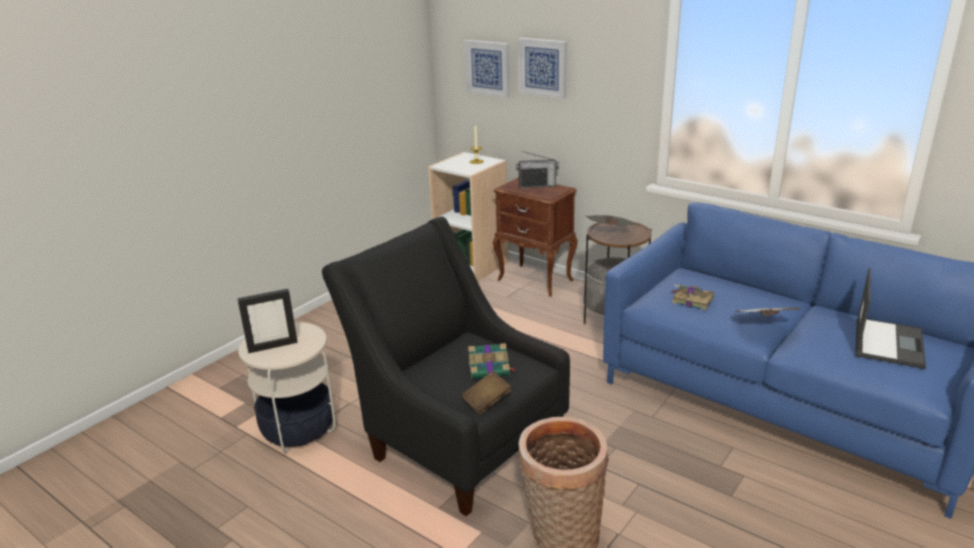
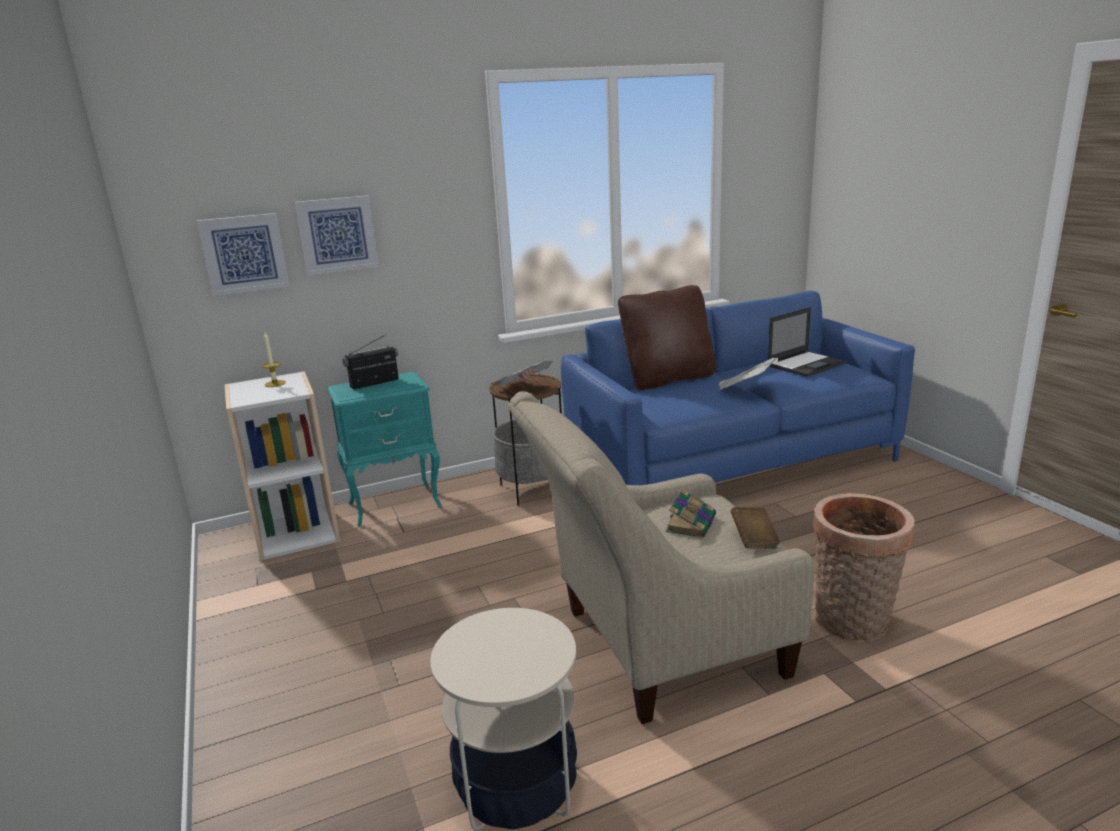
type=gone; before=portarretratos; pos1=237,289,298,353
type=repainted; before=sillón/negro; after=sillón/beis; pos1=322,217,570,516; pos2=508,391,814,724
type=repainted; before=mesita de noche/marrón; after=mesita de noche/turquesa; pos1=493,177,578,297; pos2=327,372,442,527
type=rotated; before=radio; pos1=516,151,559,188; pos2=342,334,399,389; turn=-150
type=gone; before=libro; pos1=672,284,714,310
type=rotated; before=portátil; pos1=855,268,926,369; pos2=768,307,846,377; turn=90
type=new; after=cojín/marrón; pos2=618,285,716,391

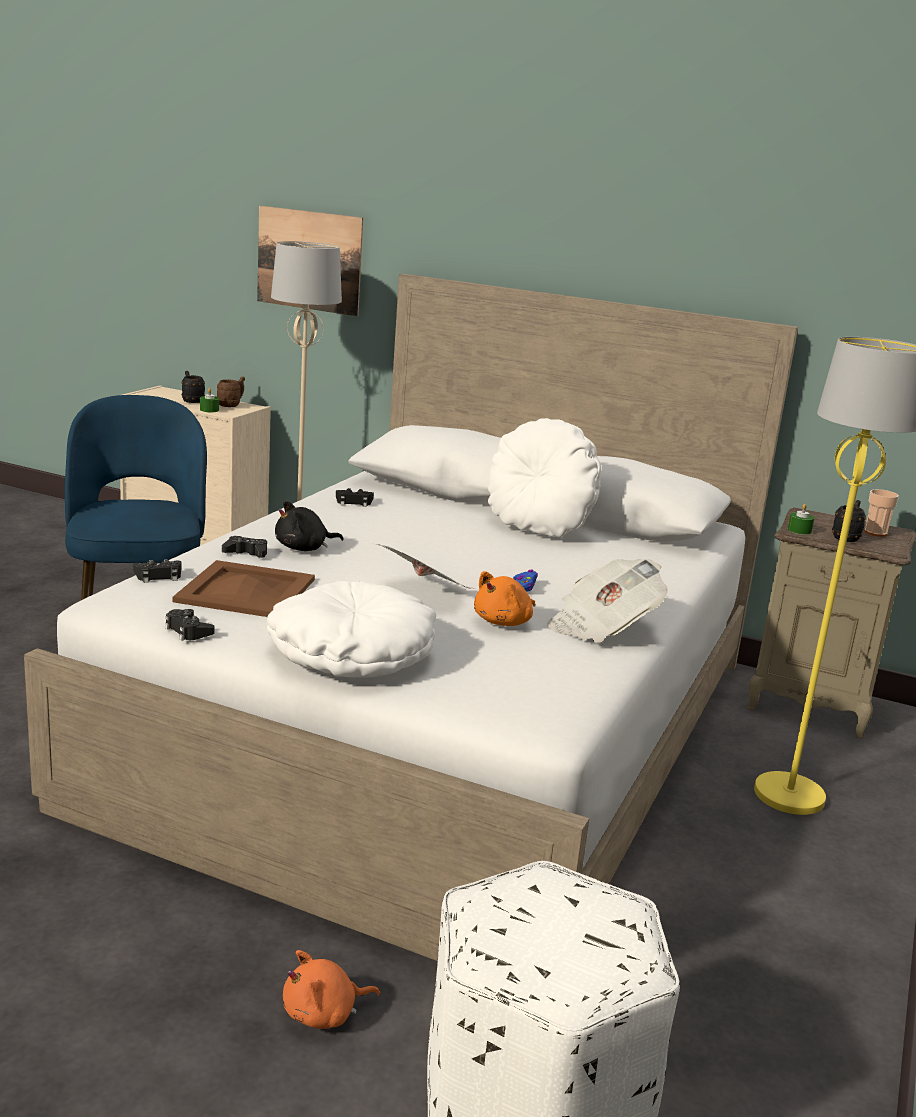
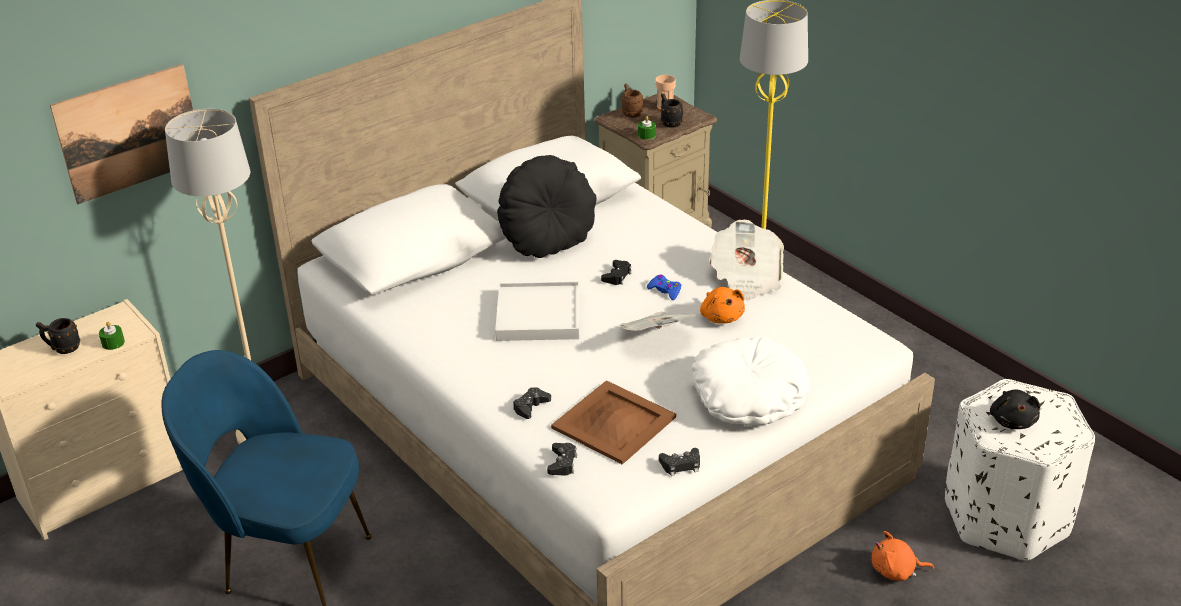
type=shifted; before=taza grande/marrón; pos1=217,377,245,407; pos2=622,84,643,118
type=shifted; before=peluche/negro; pos1=275,501,344,551; pos2=990,389,1040,429
type=rotated; before=peluche/naranja; pos1=283,950,380,1029; pos2=871,531,934,581; turn=90
type=shifted; before=mando de consola/negro; pos1=336,488,374,507; pos2=601,260,632,285
type=repainted; before=cojín/blanco; after=cojín/negro; pos1=488,418,601,538; pos2=497,155,596,258
type=new; after=bandeja/blanco; pos2=495,282,579,341

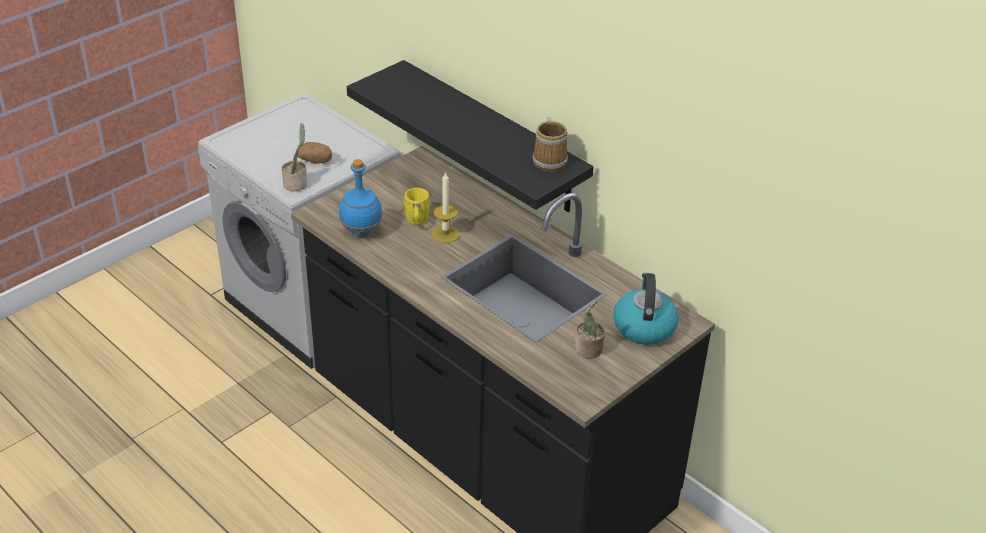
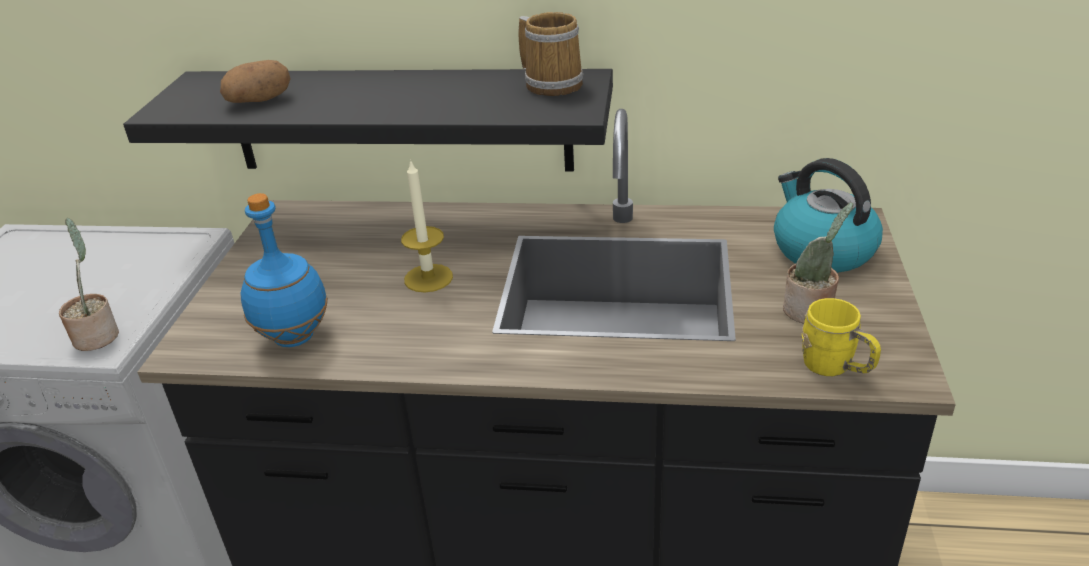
type=shifted; before=patata; pos1=297,142,332,164; pos2=220,60,291,103
type=shifted; before=taza grande/amarillo; pos1=404,188,430,226; pos2=802,298,881,376

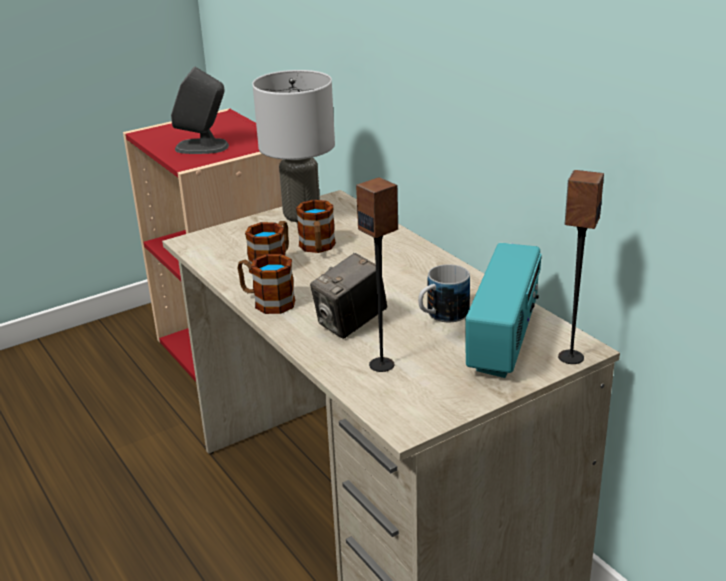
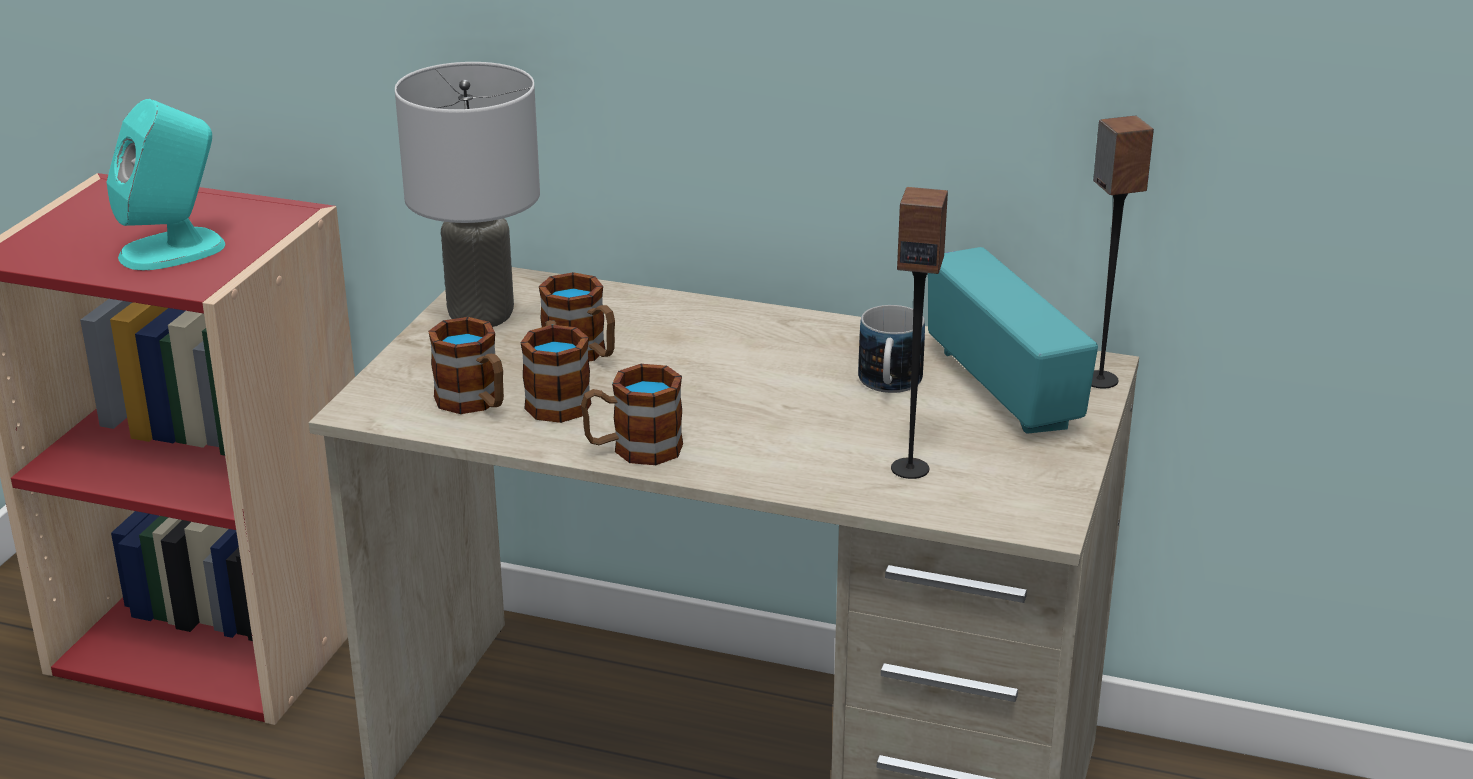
type=repainted; before=altavoz/gris; after=altavoz/turquesa; pos1=171,67,229,154; pos2=107,99,225,270
type=gone; before=cámara; pos1=310,253,387,339
type=new; after=taza grande; pos2=428,317,504,414

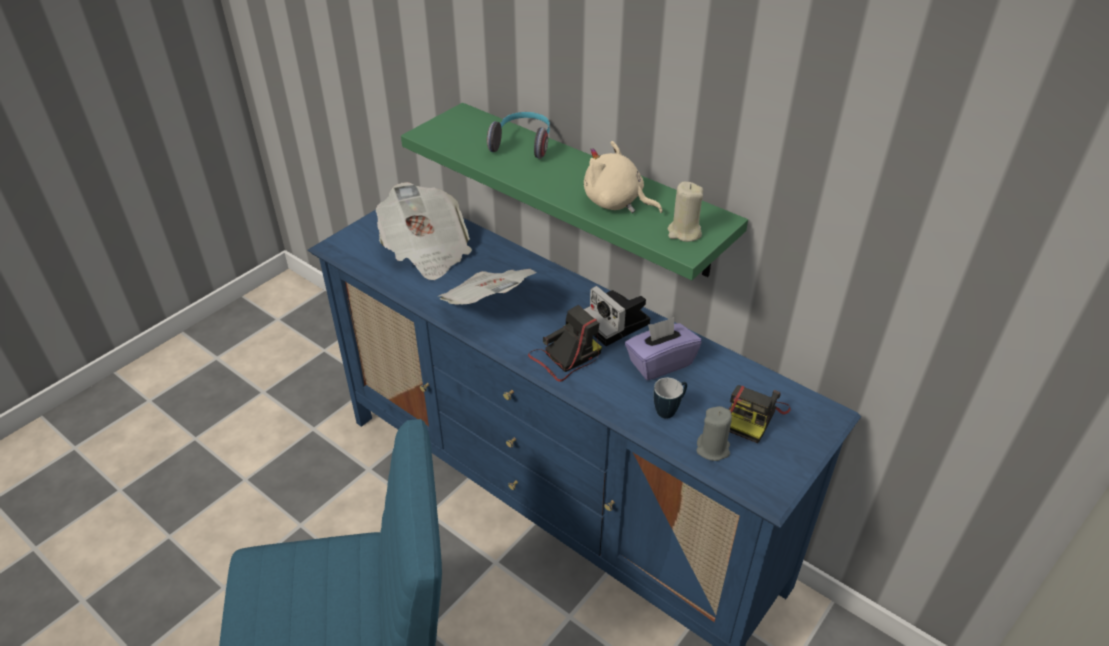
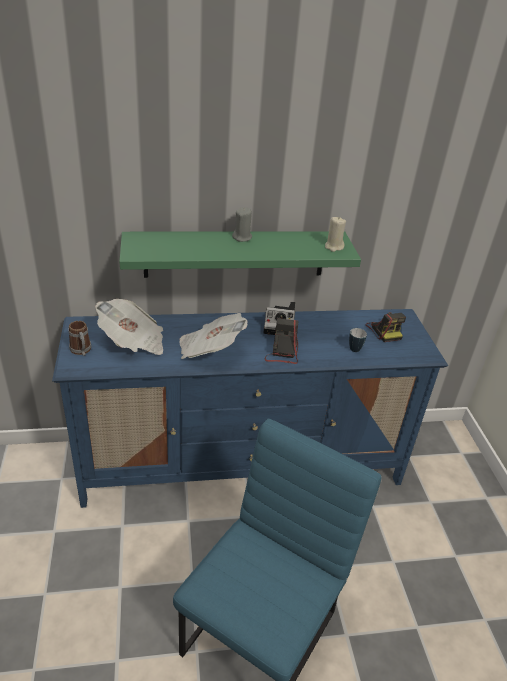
type=gone; before=auriculares; pos1=487,112,550,159
type=gone; before=peluche/beis; pos1=584,141,663,213
type=gone; before=caja de pañuelos/morado; pos1=625,317,702,380
type=shifted; before=vela/gris; pos1=696,406,732,461; pos2=232,207,252,242
type=new; after=taza grande; pos2=68,321,91,356

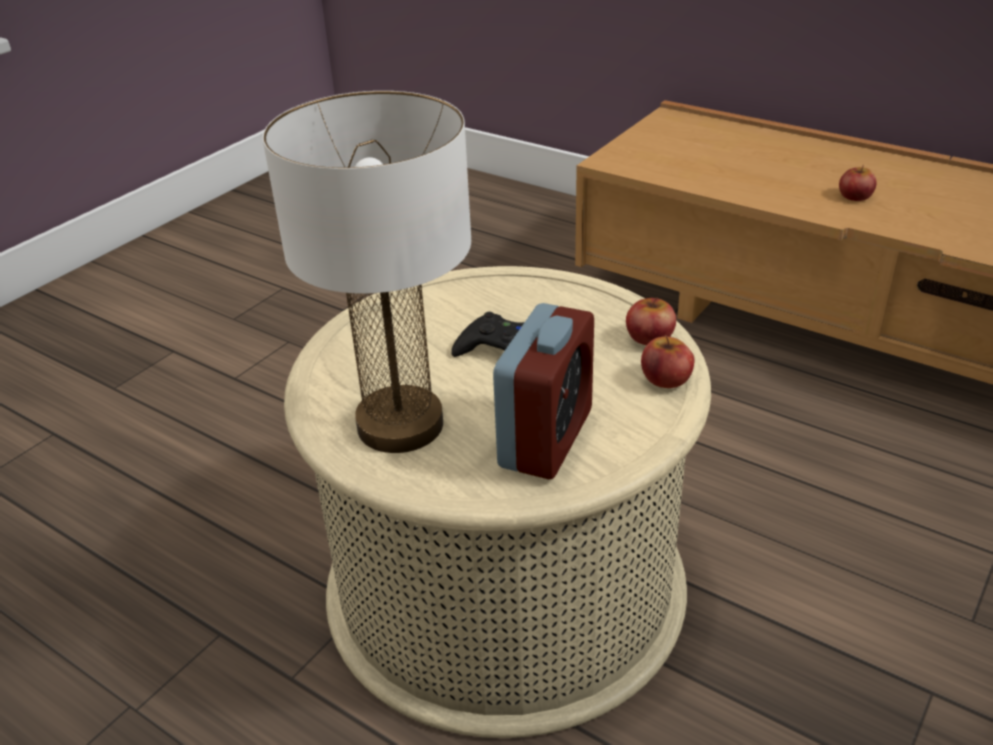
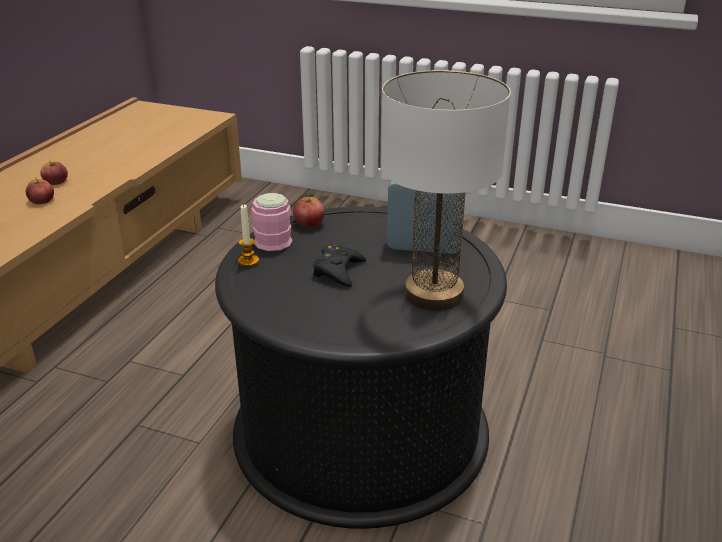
type=repainted; before=mesa de centro/beis; after=mesa de centro/negro; pos1=284,266,711,738; pos2=215,206,507,529
type=shifted; before=manzana; pos1=641,335,694,388; pos2=41,161,68,185
type=new; after=vela; pos2=238,204,259,266
type=new; after=taza grande/rosa; pos2=251,193,293,251

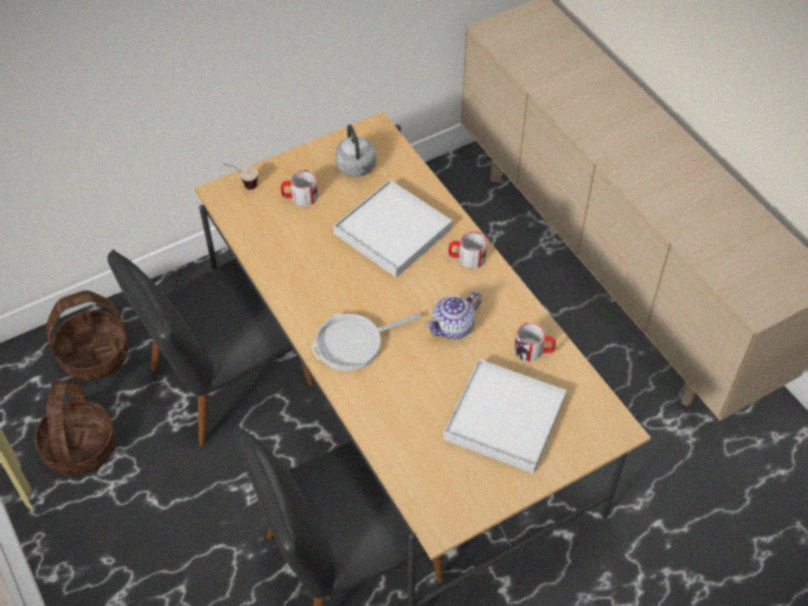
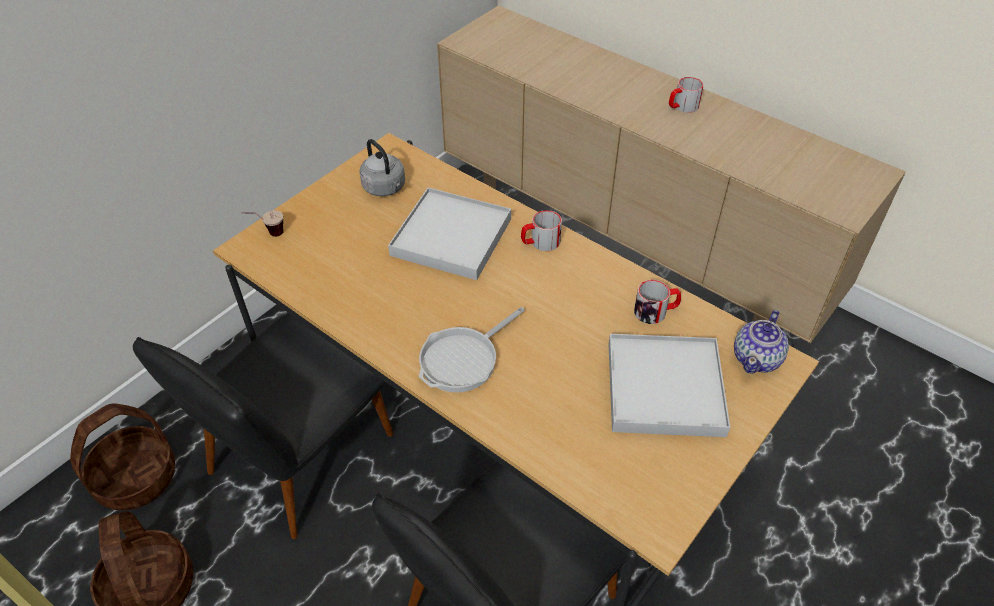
type=shifted; before=taza grande; pos1=281,170,318,206; pos2=669,77,704,113
type=shifted; before=tetera; pos1=426,291,482,339; pos2=734,310,789,374

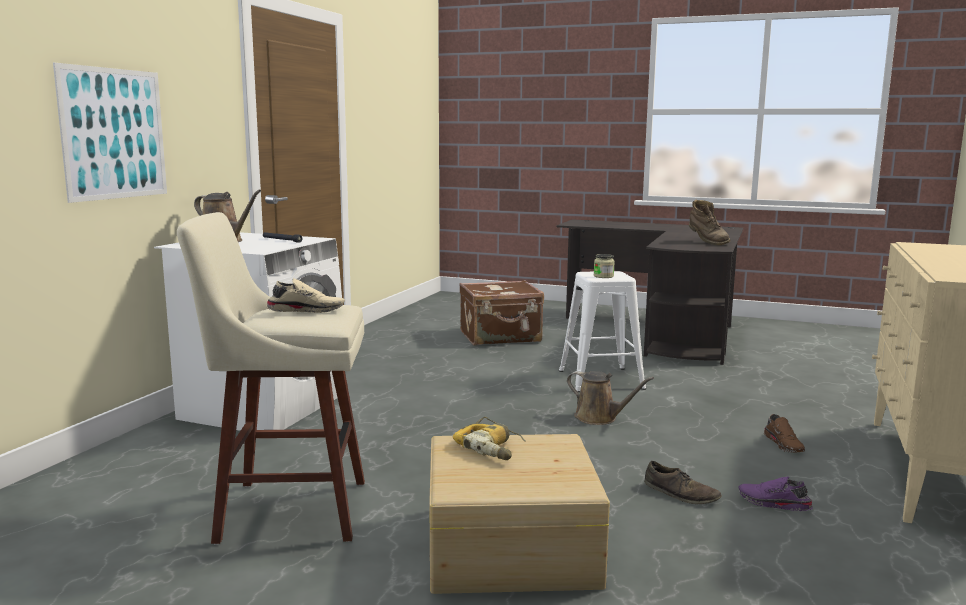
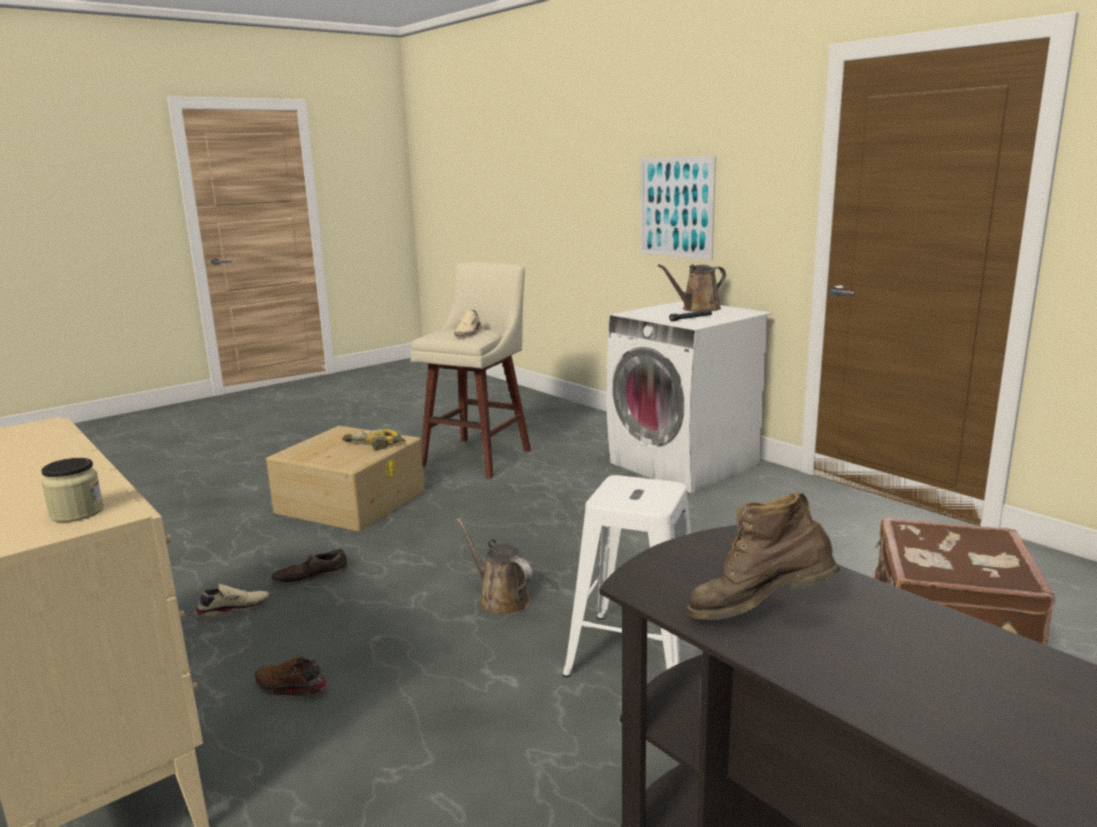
type=rotated; before=regadera/marrón; pos1=567,371,654,425; pos2=457,518,533,616; turn=75
type=shifted; before=tarro; pos1=594,254,615,278; pos2=41,458,104,522
type=repainted; before=zapato/morado; after=zapato/beis; pos1=738,476,813,511; pos2=195,584,269,619

